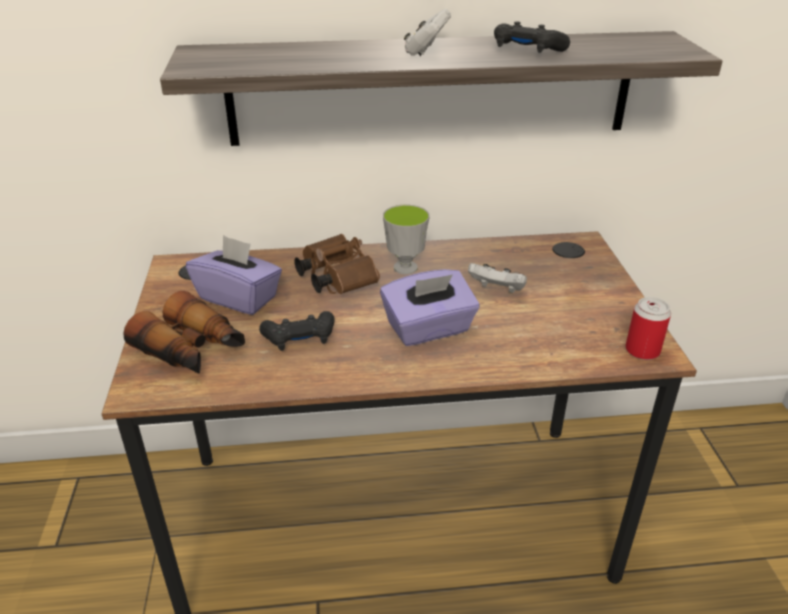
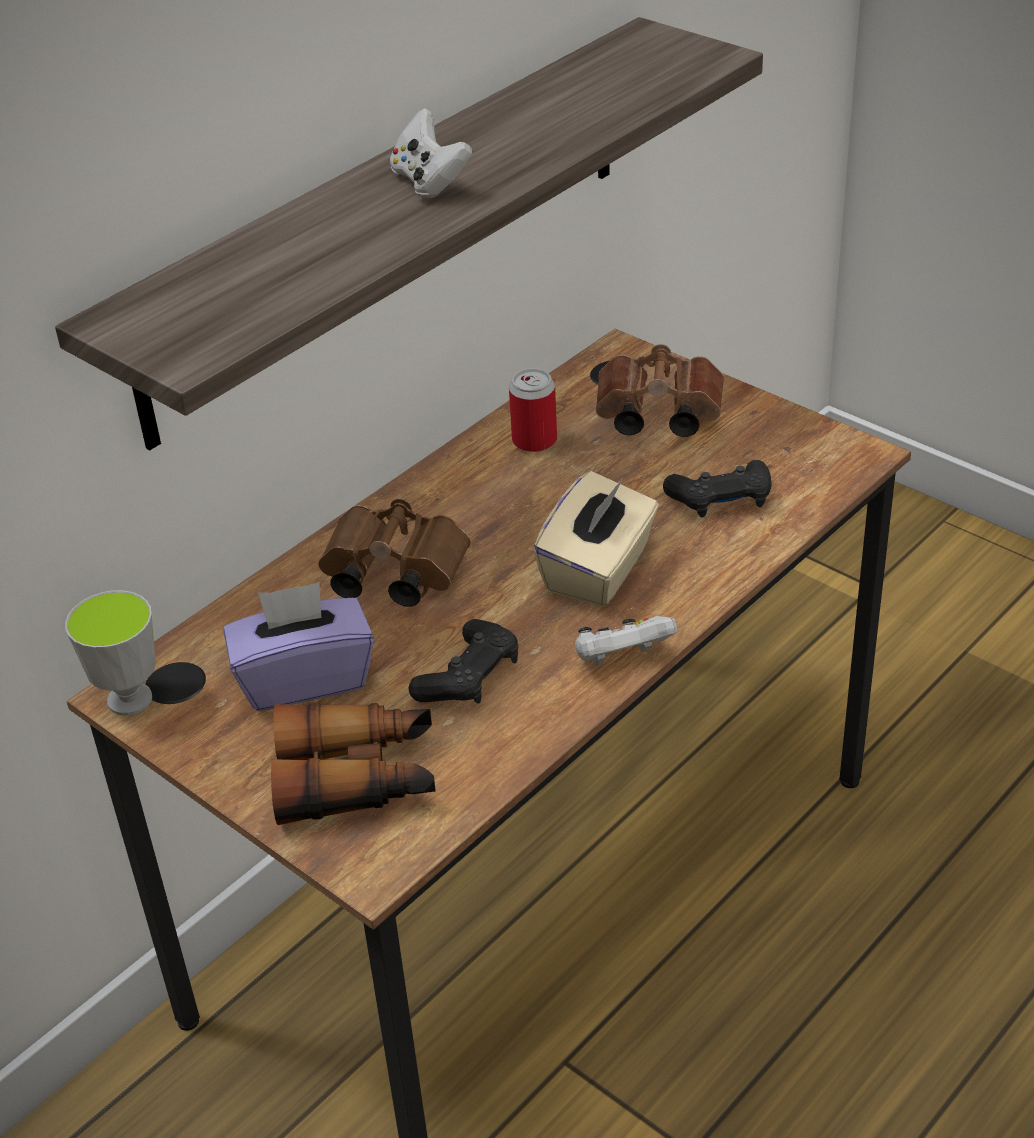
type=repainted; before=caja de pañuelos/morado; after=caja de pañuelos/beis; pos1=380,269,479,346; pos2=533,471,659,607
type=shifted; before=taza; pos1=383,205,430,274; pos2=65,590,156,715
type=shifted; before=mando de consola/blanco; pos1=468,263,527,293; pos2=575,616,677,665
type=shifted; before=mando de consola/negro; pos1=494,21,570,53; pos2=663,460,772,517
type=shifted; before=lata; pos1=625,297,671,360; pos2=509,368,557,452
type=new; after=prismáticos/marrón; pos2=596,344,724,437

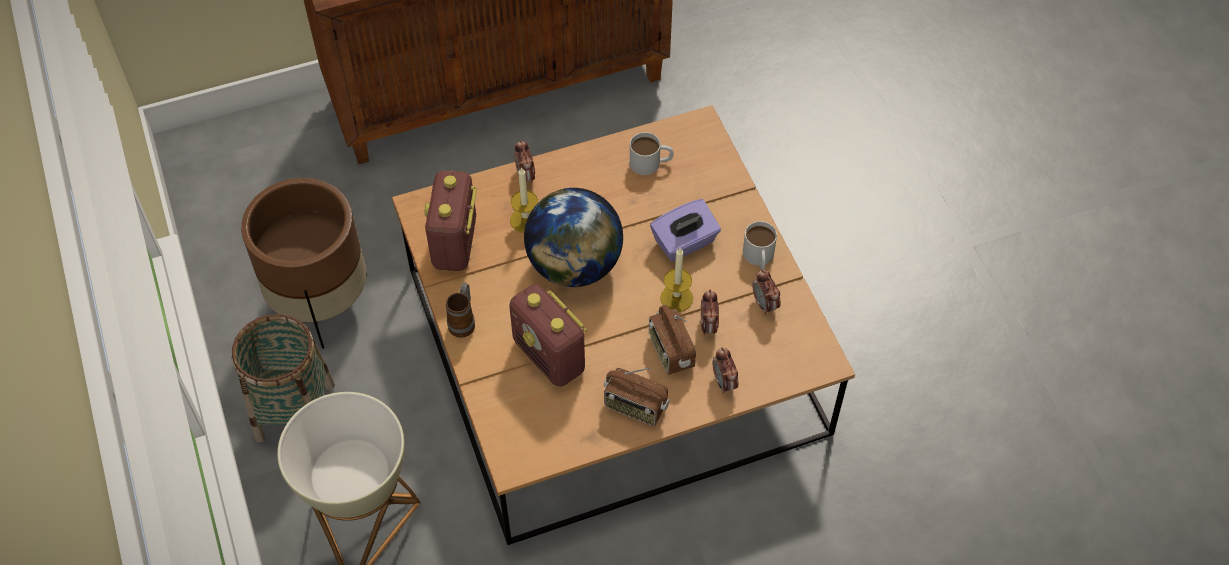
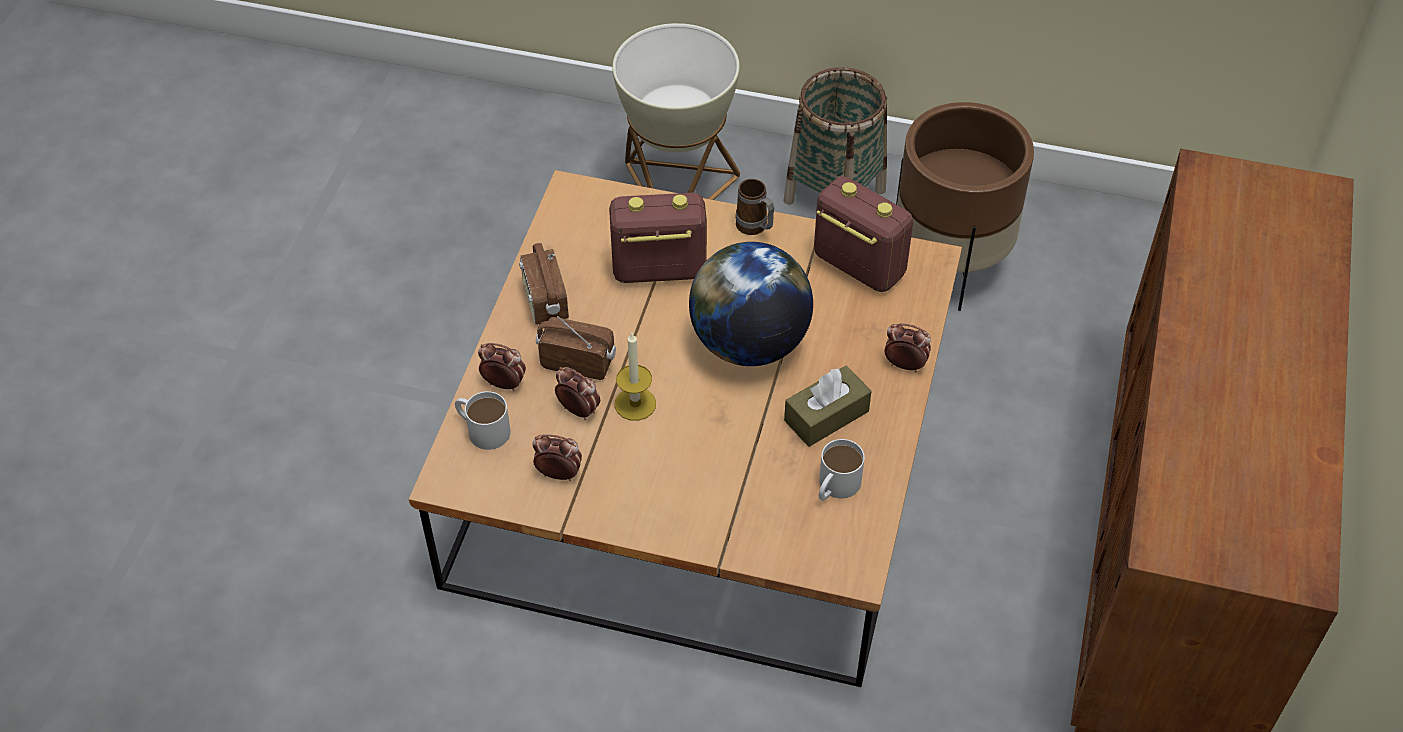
type=gone; before=vela; pos1=510,167,538,233
type=rotated; before=radio; pos1=604,367,670,426; pos2=519,243,569,325; turn=-75
type=gone; before=caja de pañuelos/morado; pos1=650,199,721,262
type=shifted; before=taza grande/blanco; pos1=743,221,777,270; pos2=455,391,511,450
type=new; after=caja de pañuelos/marrón; pos2=784,366,871,447

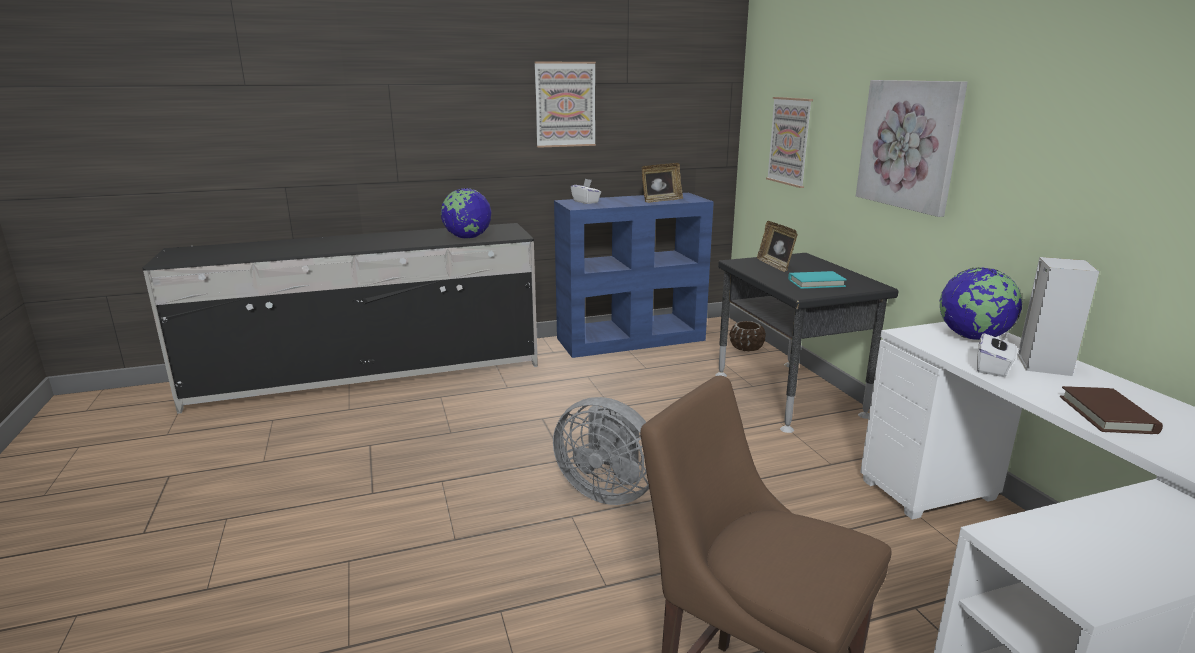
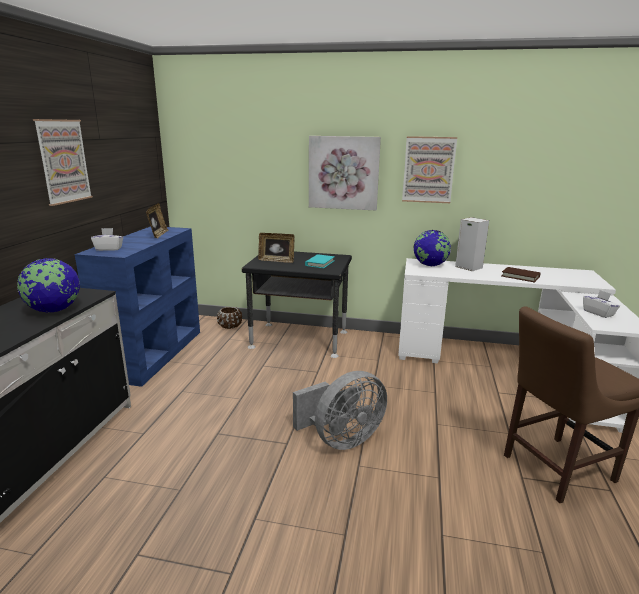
type=shifted; before=cuadro; pos1=766,97,813,188; pos2=402,136,457,203
type=shifted; before=caja de pañuelos/blanco; pos1=977,332,1017,377; pos2=583,290,620,318

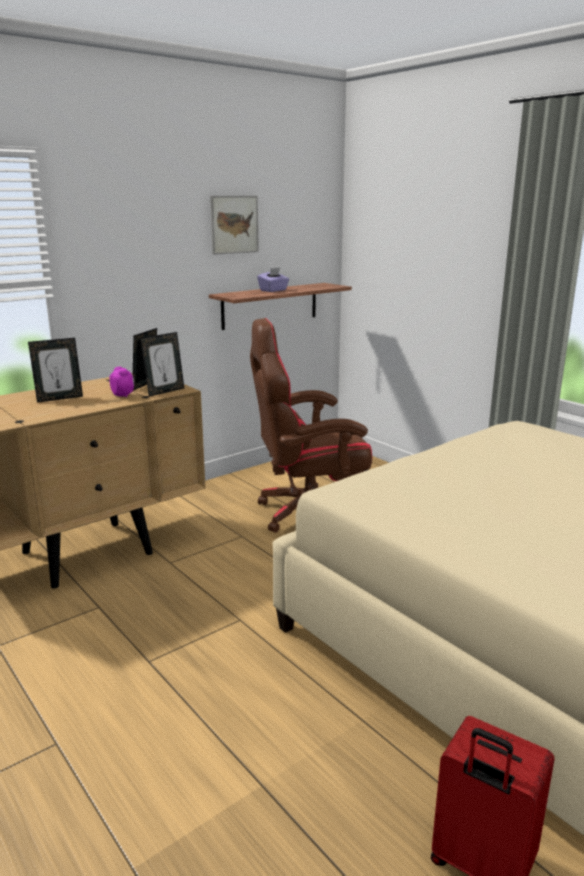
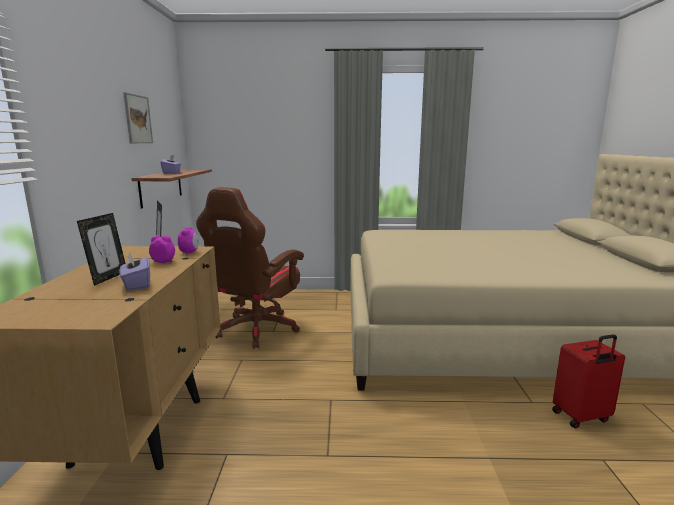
type=swapped; before=portarretratos; after=despertador; pos1=140,332,184,397; pos2=178,227,198,254
type=new; after=caja de pañuelos/morado; pos2=120,252,150,291

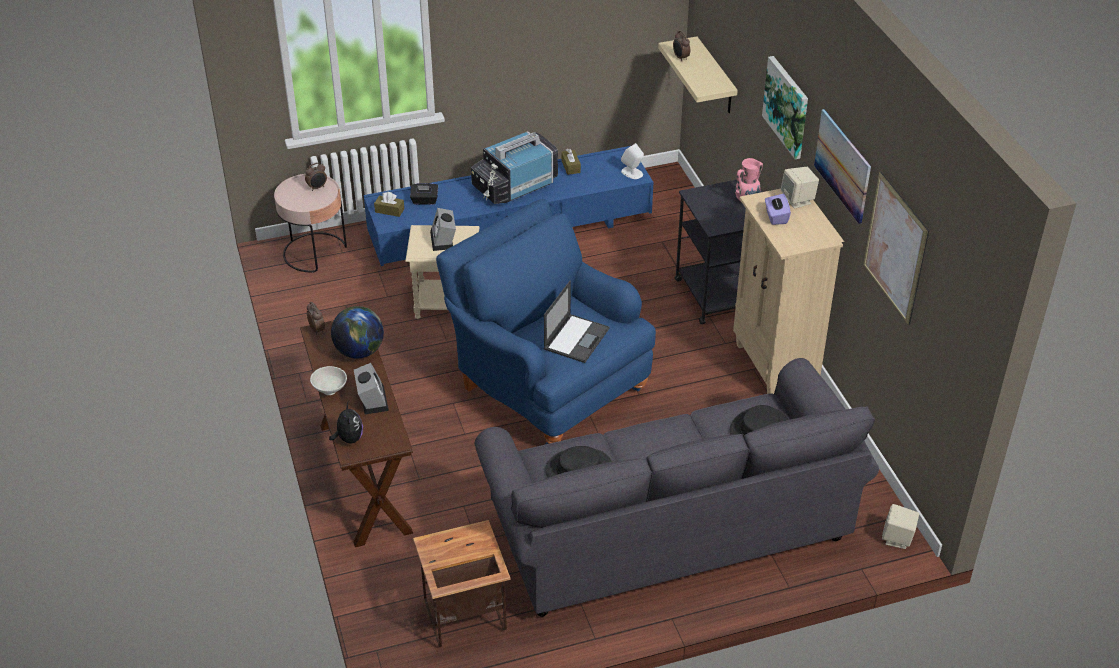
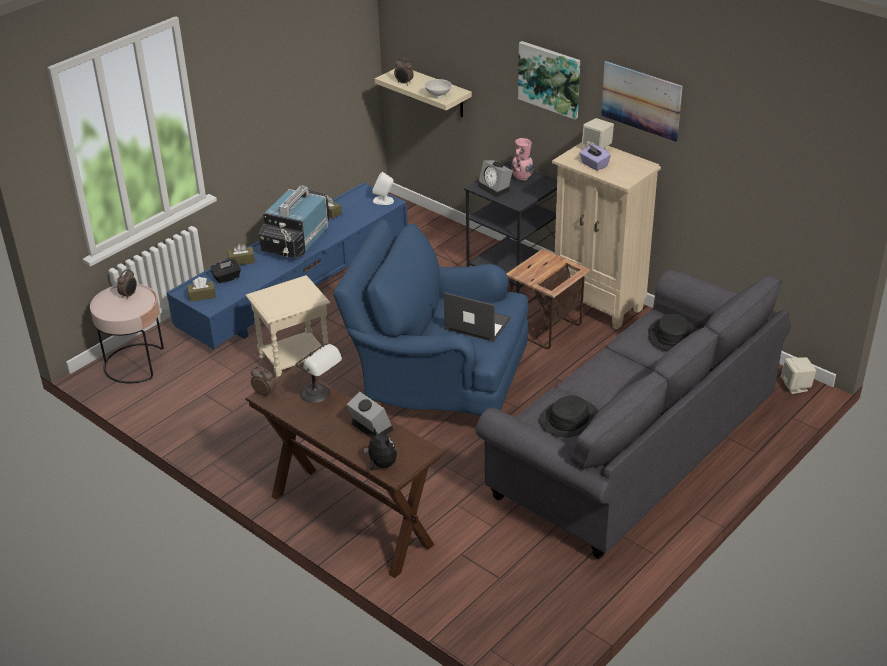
type=shifted; before=cuenco/blanco; pos1=310,366,347,395; pos2=424,79,452,99
type=swapped; before=globo terráqueo; after=lámpara de mesa; pos1=331,306,384,358; pos2=295,343,342,403
type=shifted; before=mesa auxiliar; pos1=413,520,510,647; pos2=506,249,590,349
type=shifted; before=despertador; pos1=430,208,456,251; pos2=478,160,513,197
type=rotated; before=portátil; pos1=544,281,609,363; pos2=444,292,511,342; turn=-60
type=gone; before=cuadro; pos1=863,171,929,325
type=new; after=caja de pañuelos/marrón; pos2=228,243,255,265

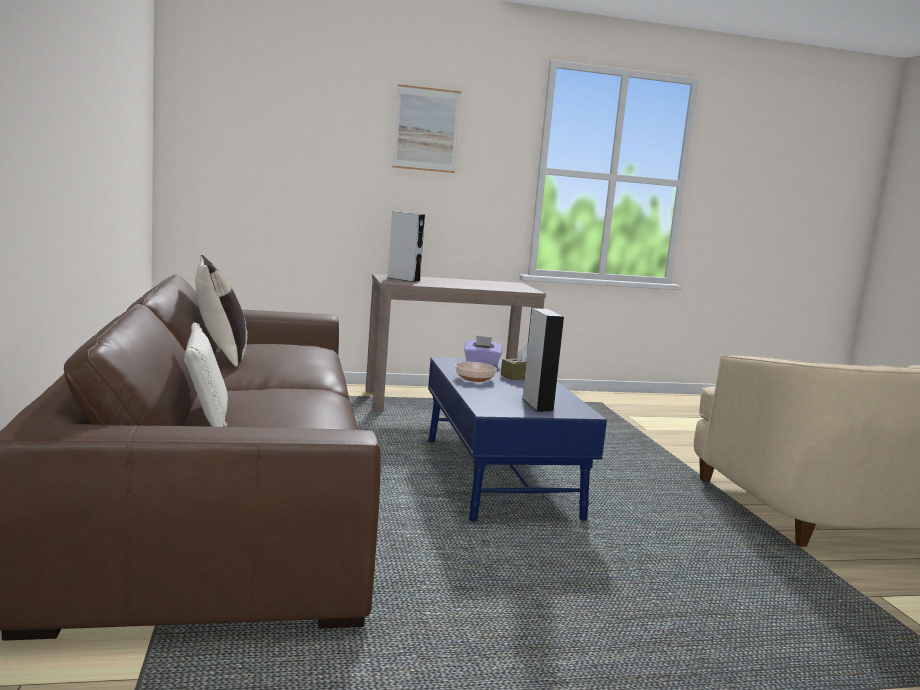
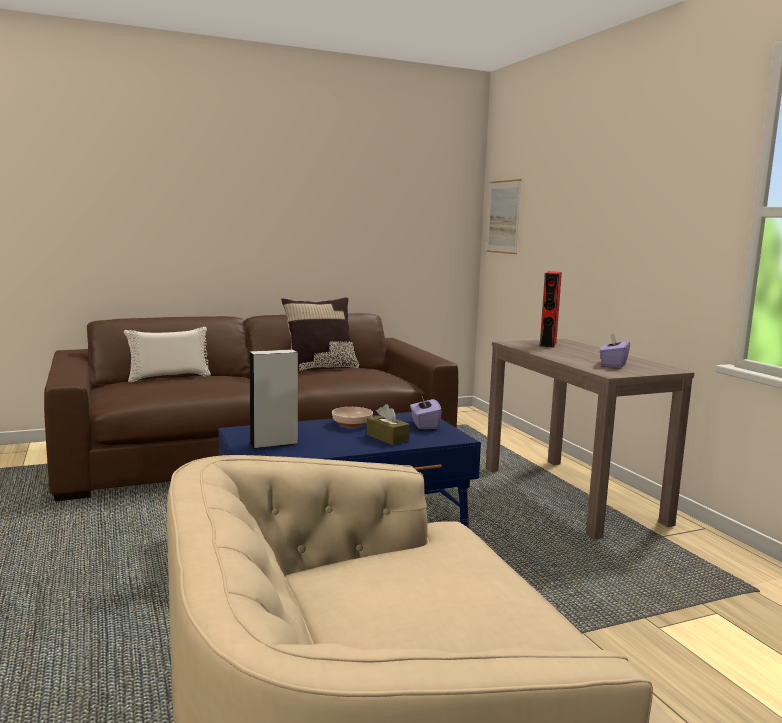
type=repainted; before=altavoz/gris; after=altavoz/rojo; pos1=388,212,425,282; pos2=539,271,562,348
type=shifted; before=cuadro; pos1=392,84,461,173; pos2=486,179,522,254
type=new; after=caja de pañuelos/morado; pos2=599,333,630,368

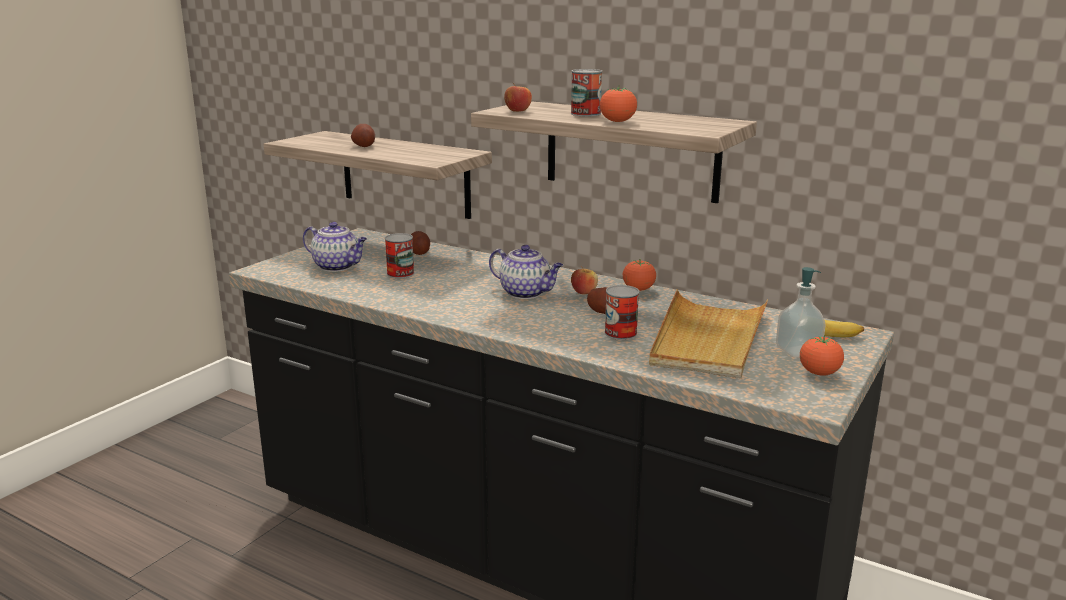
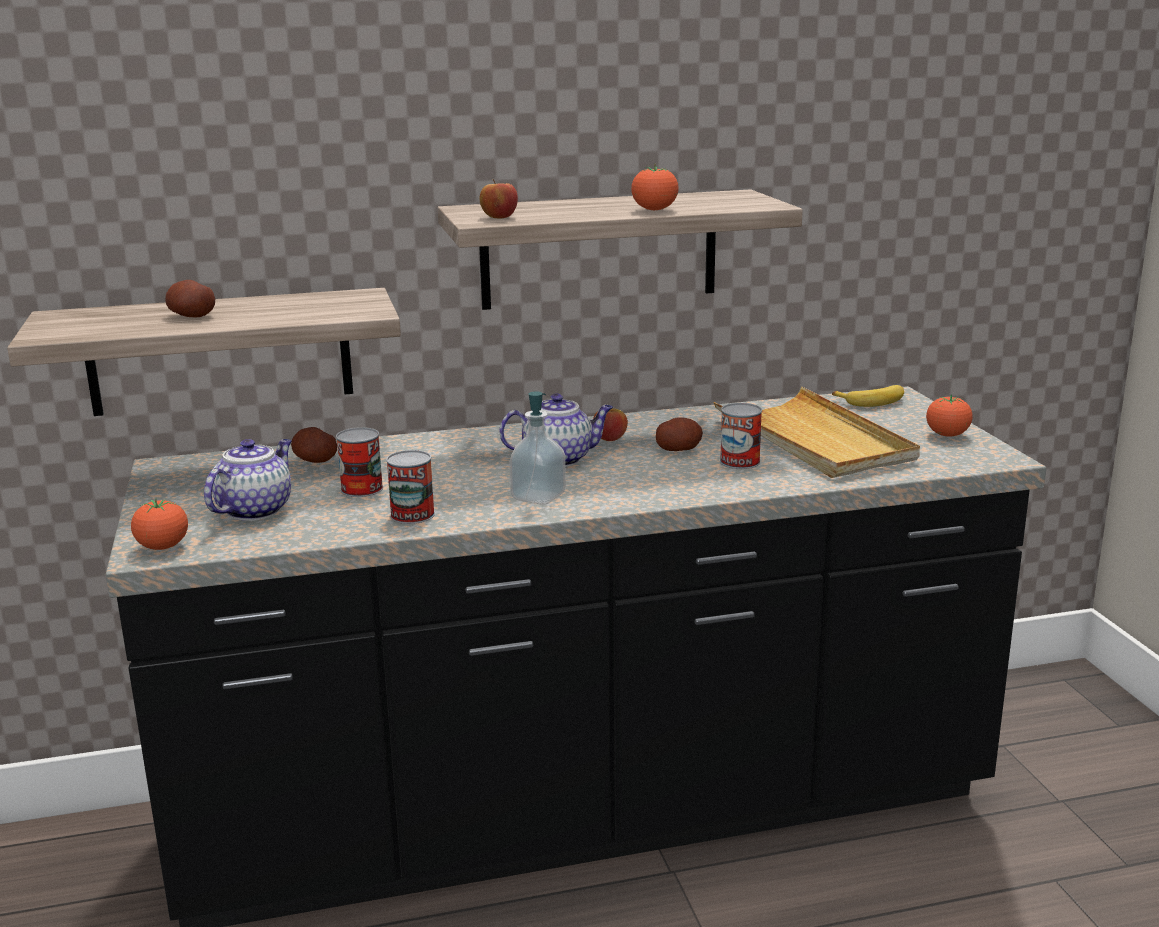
type=rotated; before=tetera; pos1=303,222,367,272; pos2=204,439,292,521; turn=-45
type=shifted; before=lata; pos1=571,69,602,116; pos2=386,450,435,524
type=shifted; before=tomate; pos1=623,259,656,291; pos2=131,499,188,550
type=shifted; before=dispensador de jabón; pos1=776,267,826,358; pos2=509,391,566,505

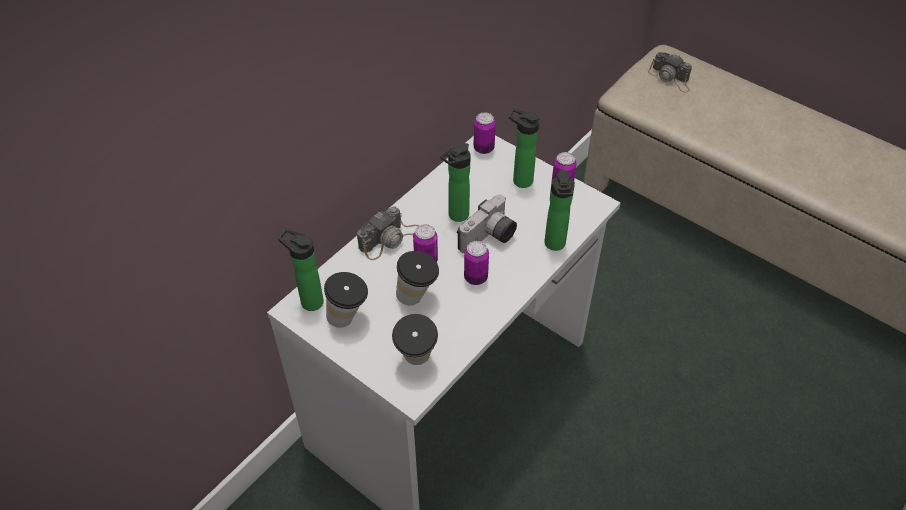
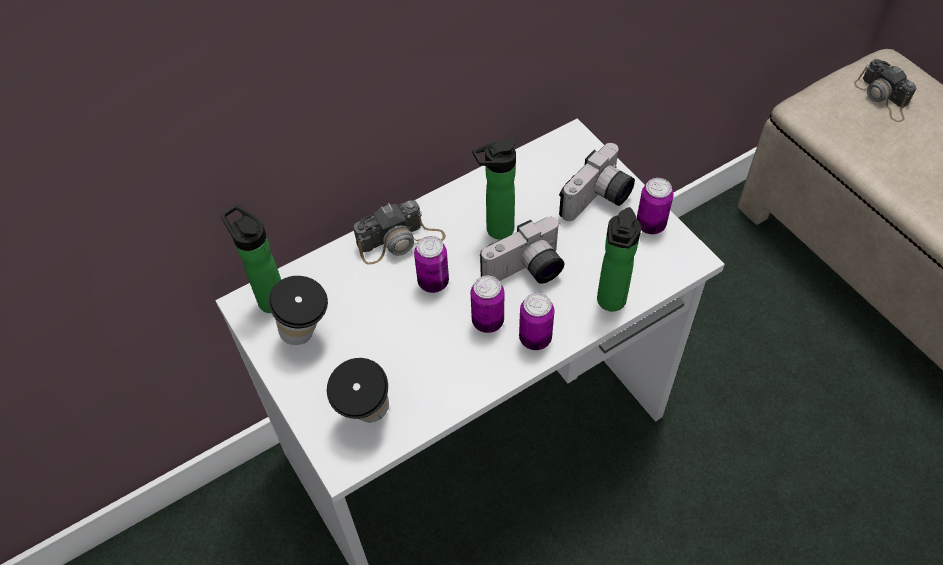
type=gone; before=taza; pos1=396,251,439,306
type=shifted; before=lata; pos1=473,112,496,154; pos2=519,293,554,350
type=swapped; before=botella; after=cámara; pos1=509,108,540,188; pos2=559,143,635,221

